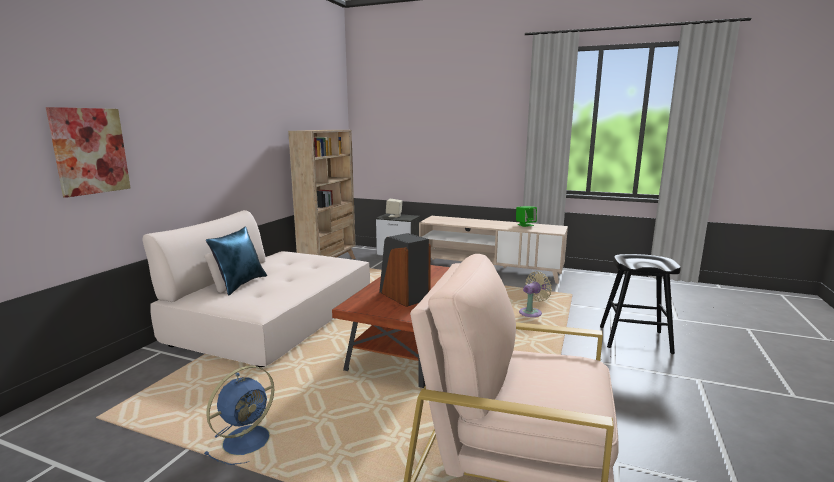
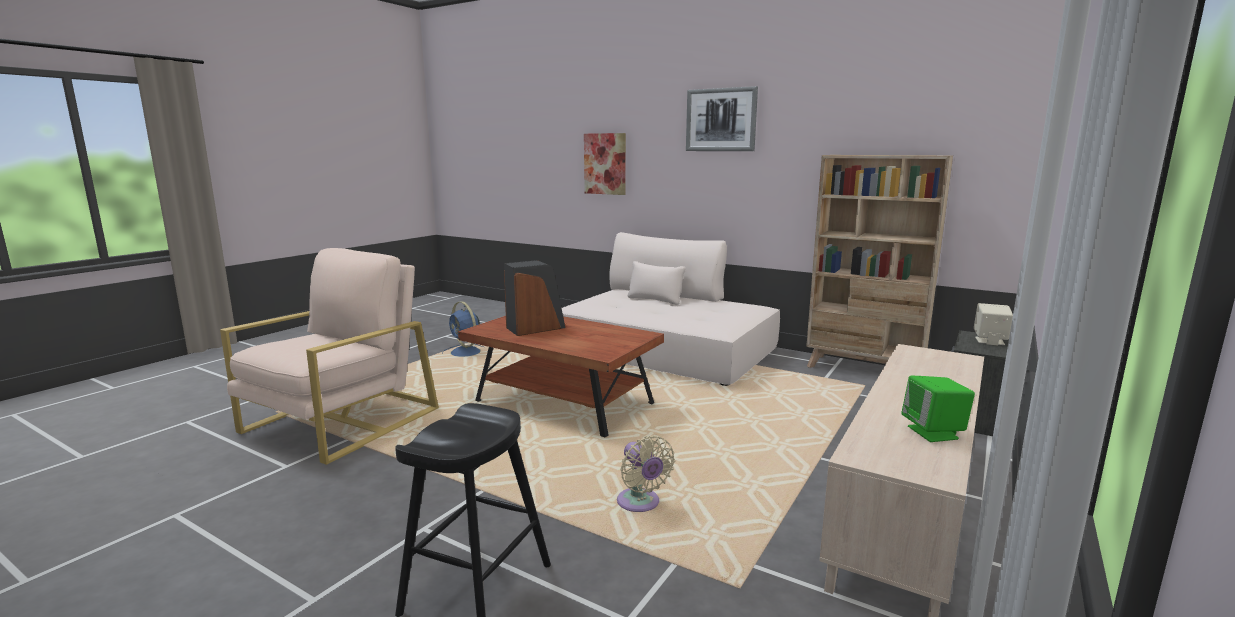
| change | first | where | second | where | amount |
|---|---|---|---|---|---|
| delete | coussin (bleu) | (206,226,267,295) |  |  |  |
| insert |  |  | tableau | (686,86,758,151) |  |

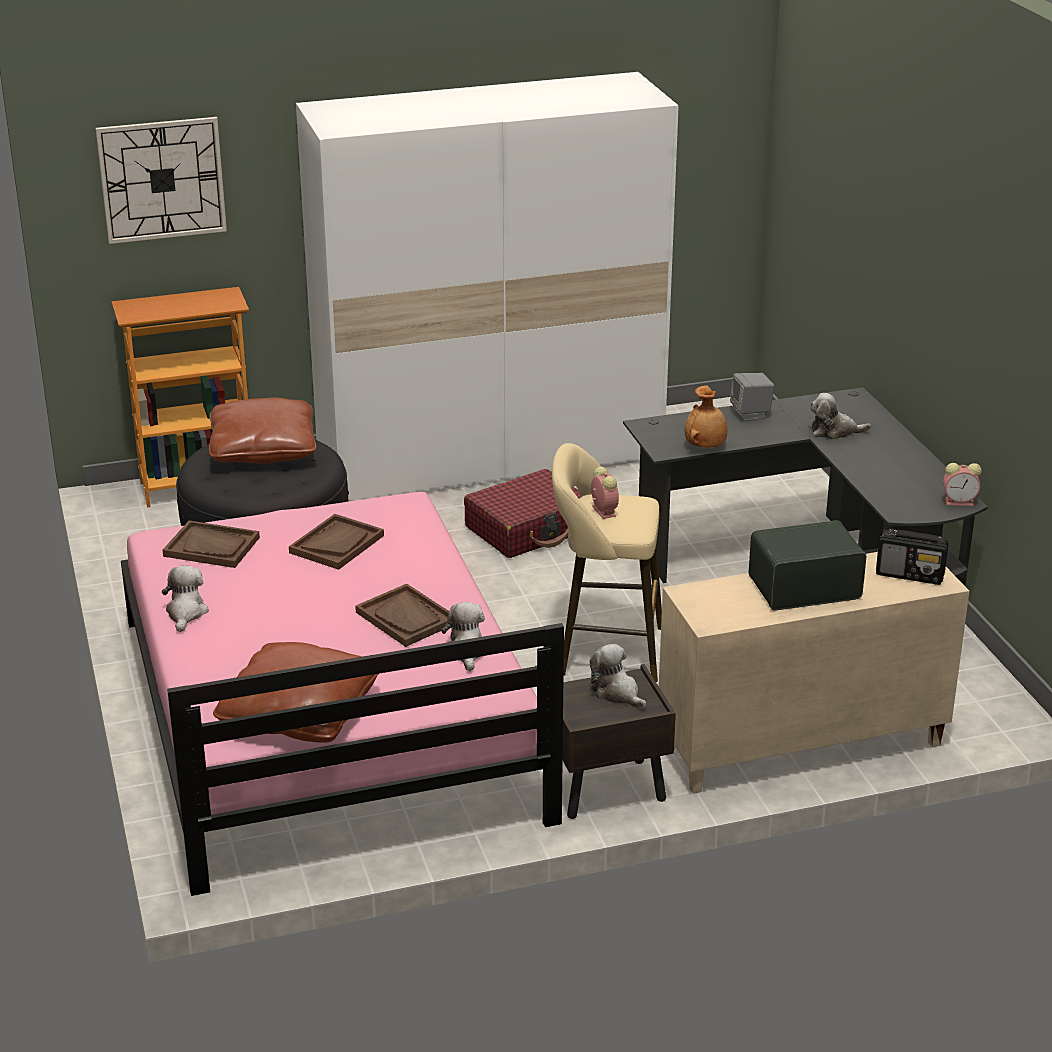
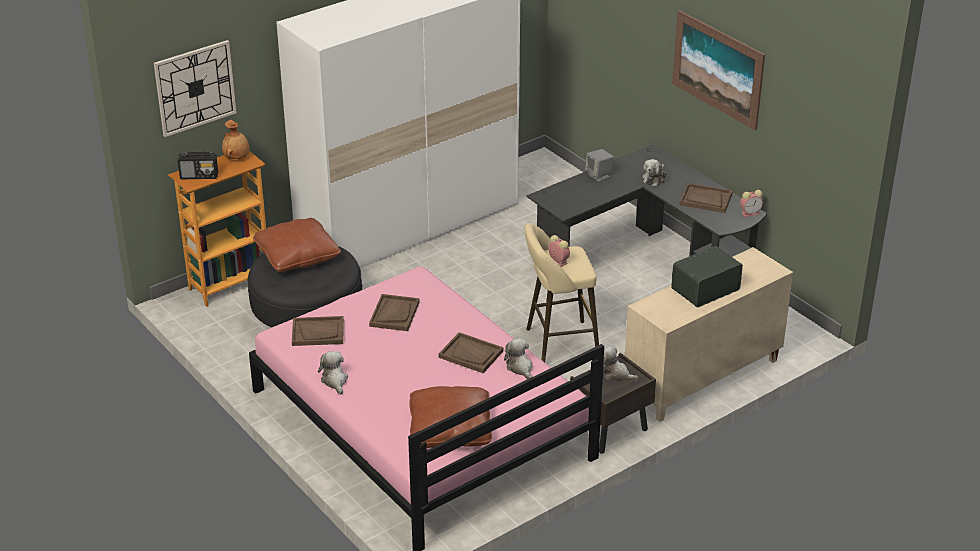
| change | first | where | second | where | amount |
|---|---|---|---|---|---|
| delete | valise (rouge) | (464,469,581,558) |  |  |  |
| move | vase (marron) | (685,385,727,448) |  | (222,120,250,159) |  |
| rotate | peluche | (810,393,871,440) |  | (642,159,666,187) | 45 degrees counterclockwise |
| move | radio | (876,529,949,585) |  | (178,152,218,179) |  |
| insert |  |  | tableau | (672,10,765,130) |  |
| insert |  |  | plateau (marron) | (679,183,733,213) |  |

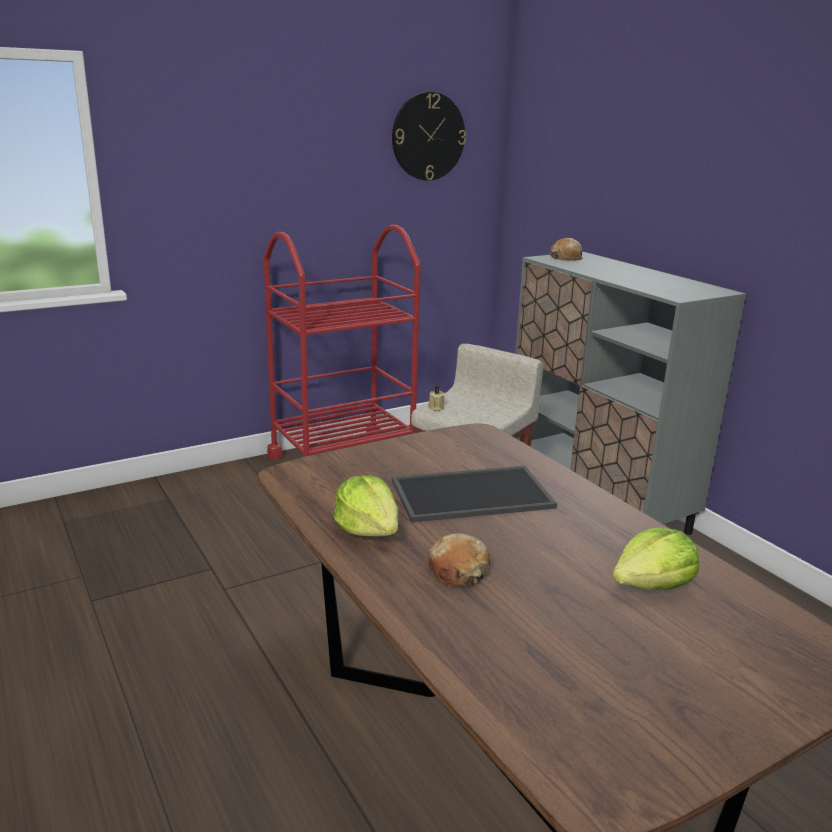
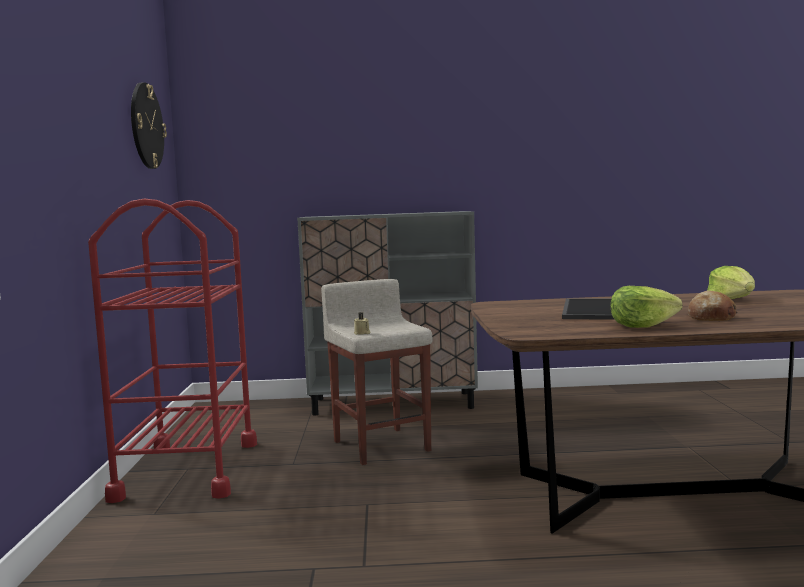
| change | first | where | second | where | amount |
|---|---|---|---|---|---|
| delete | pain | (550,238,583,261) |  |  |  |

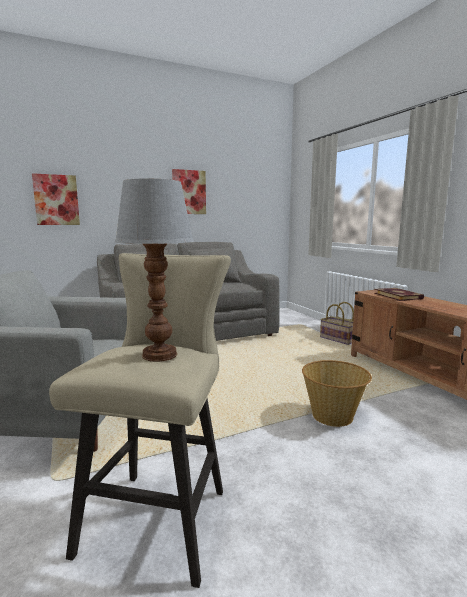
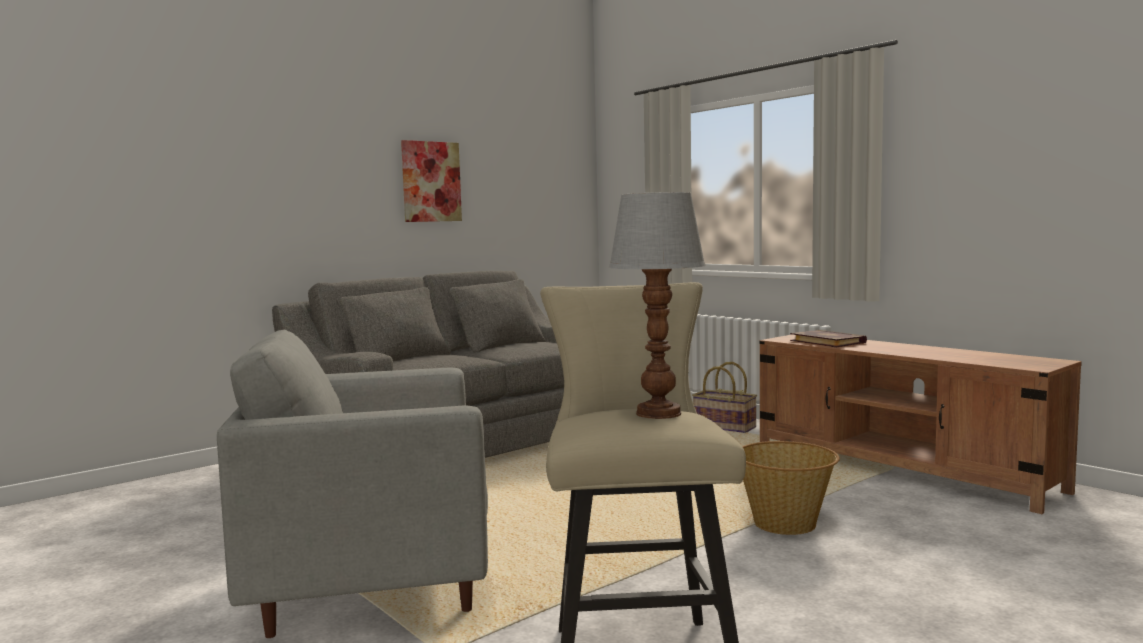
| change | first | where | second | where | amount |
|---|---|---|---|---|---|
| delete | tableau | (32,173,80,225) |  |  |  |

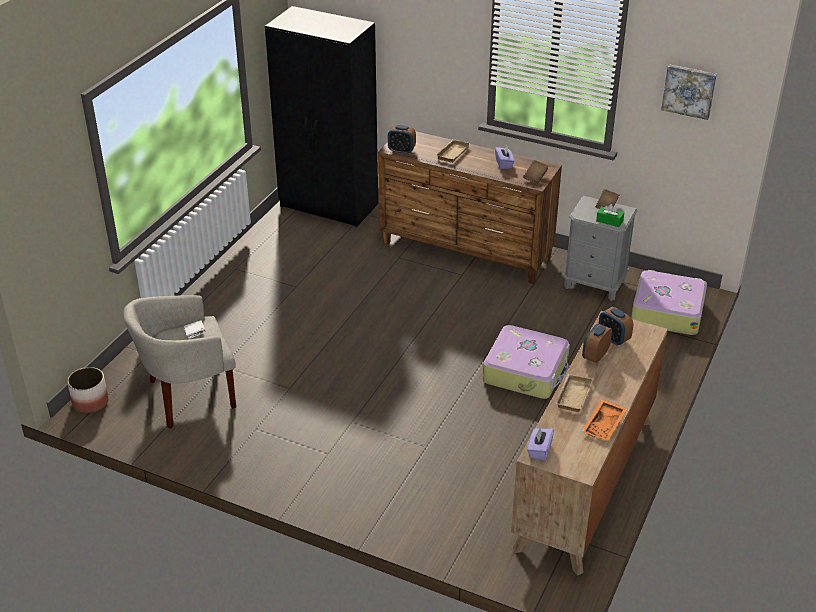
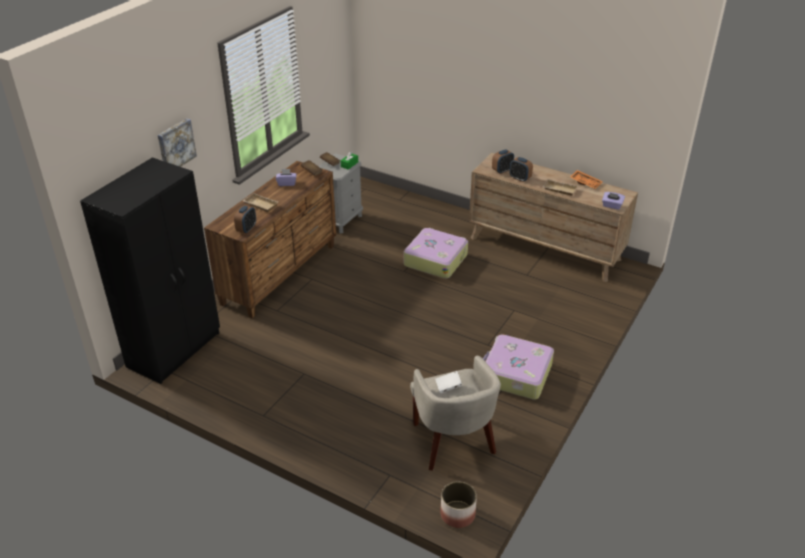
| change | first | where | second | where | amount |
|---|---|---|---|---|---|
| move | valise | (631,270,707,335) |  | (483,335,554,400) |  |
| move | tableau | (661,64,717,120) |  | (158,119,197,167) |  |

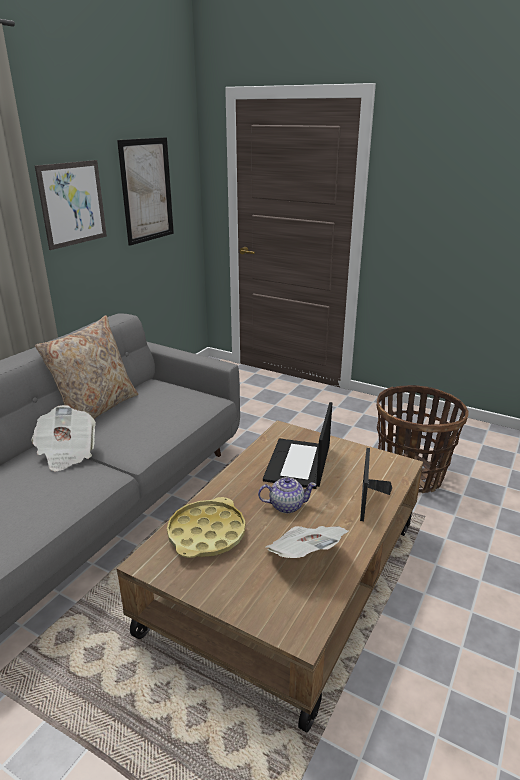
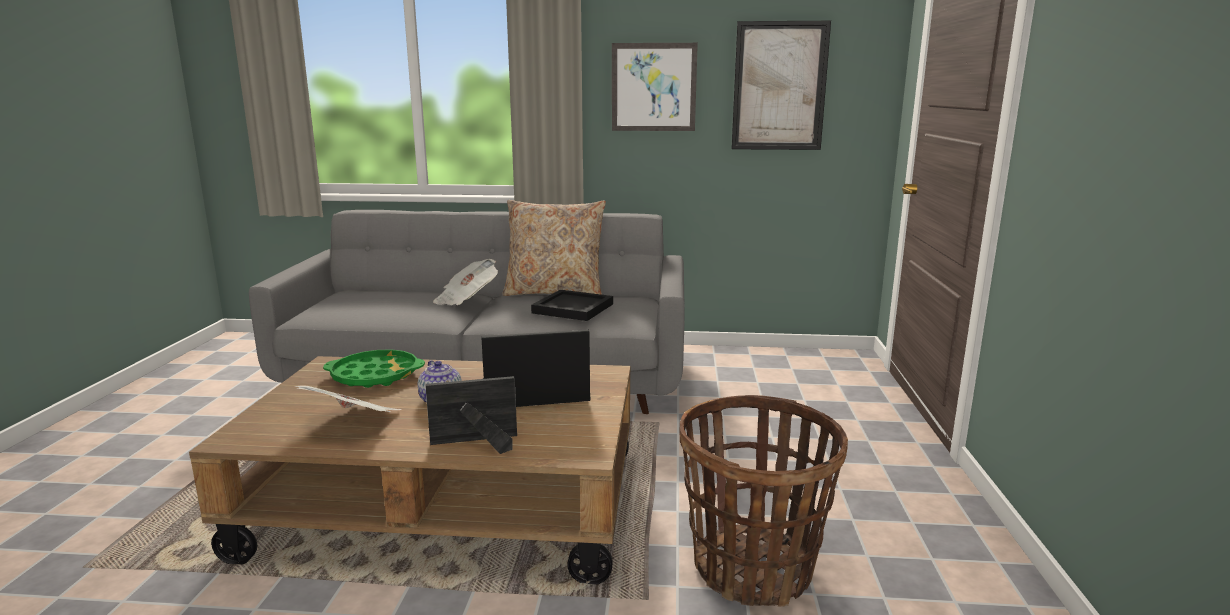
| change | first | where | second | where | amount |
|---|---|---|---|---|---|
| recolor | plateau (jaune) | (167,497,245,558) | plateau (vert) | (323,350,425,388) |  |
| insert |  |  | plateau (noir) | (531,290,613,321) |  |

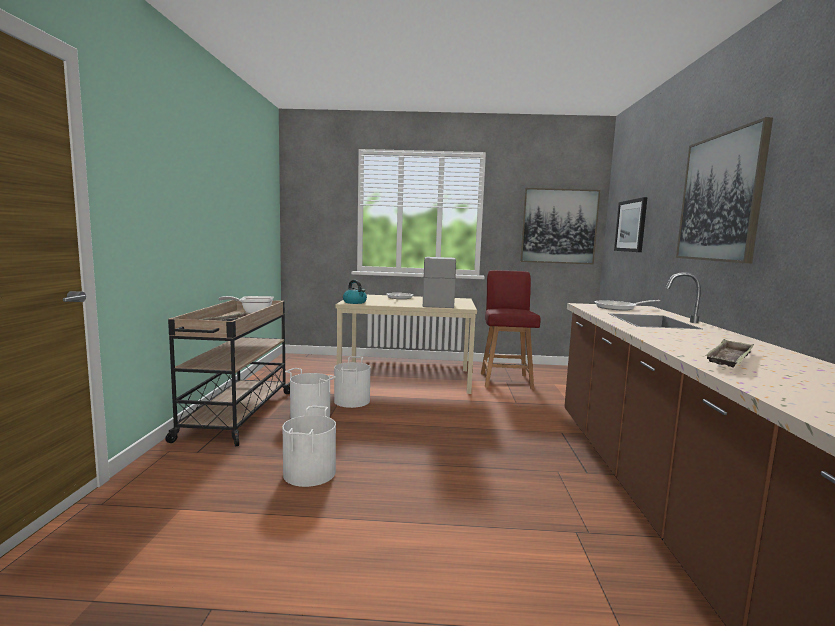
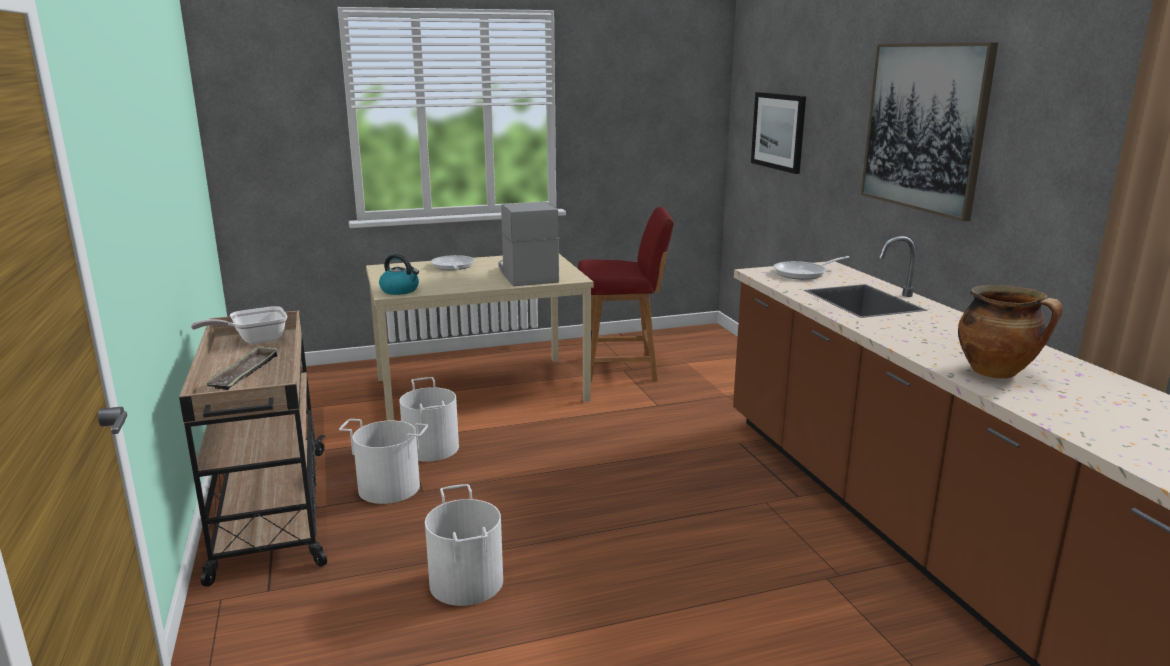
| change | first | where | second | where | amount |
|---|---|---|---|---|---|
| rotate | chaise (rouge) | (481,270,541,390) |  | (578,207,674,382) | 105 degrees clockwise |
| delete | tableau | (520,188,601,264) |  |  |  |
| replace | plateau | (705,339,754,368) | marmite | (958,285,1063,379) |  |

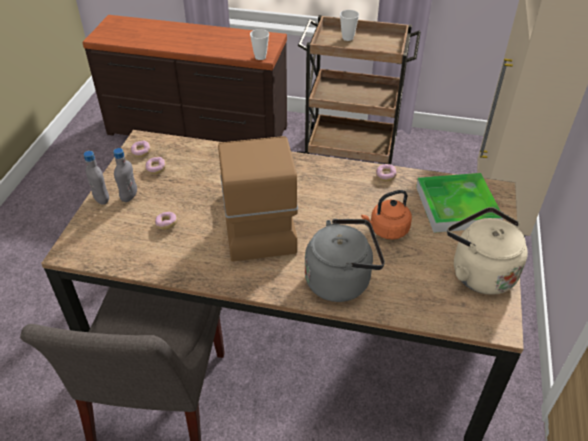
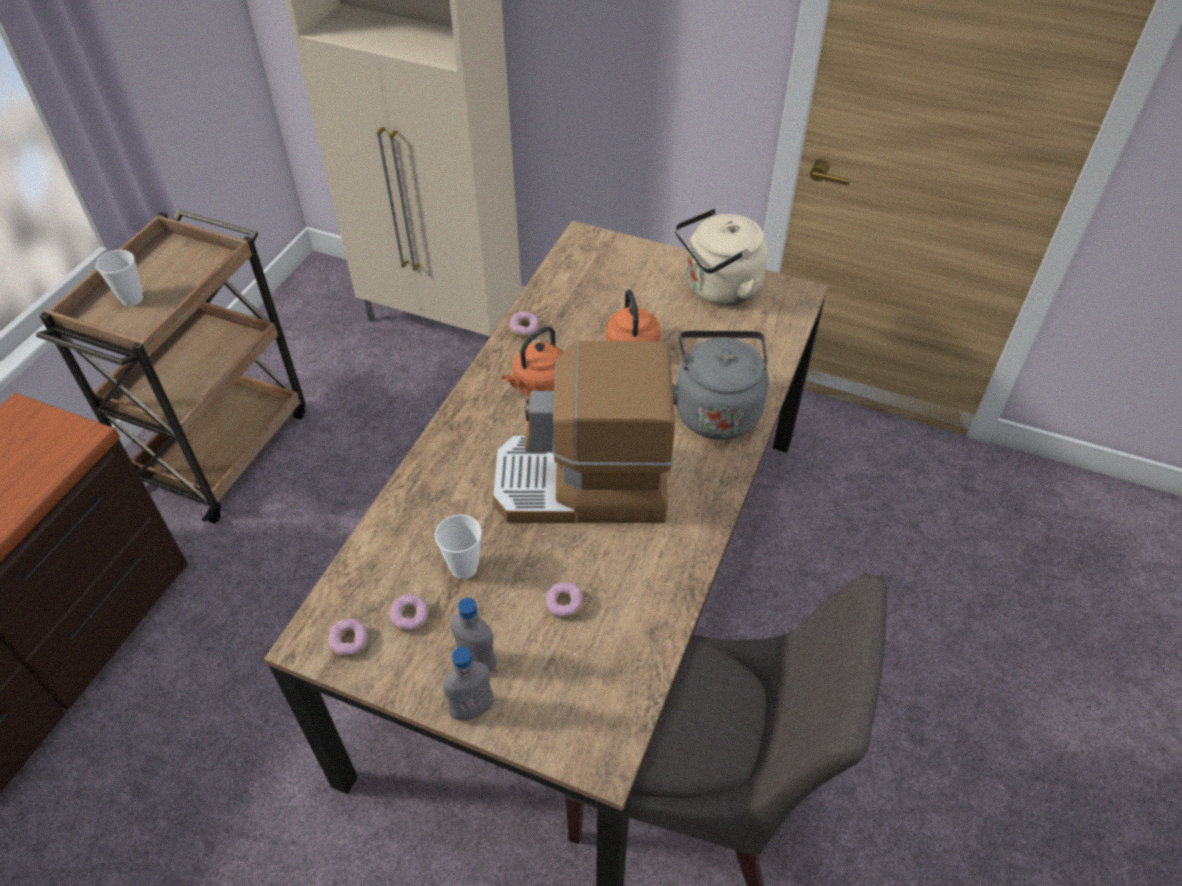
| change | first | where | second | where | amount |
|---|---|---|---|---|---|
| move | tasse | (250,29,269,60) |  | (435,514,482,579) |  |
| delete | plateau | (416,173,503,233) |  |  |  |
| insert |  |  | bouilloire (orange) | (502,326,564,396) |  |

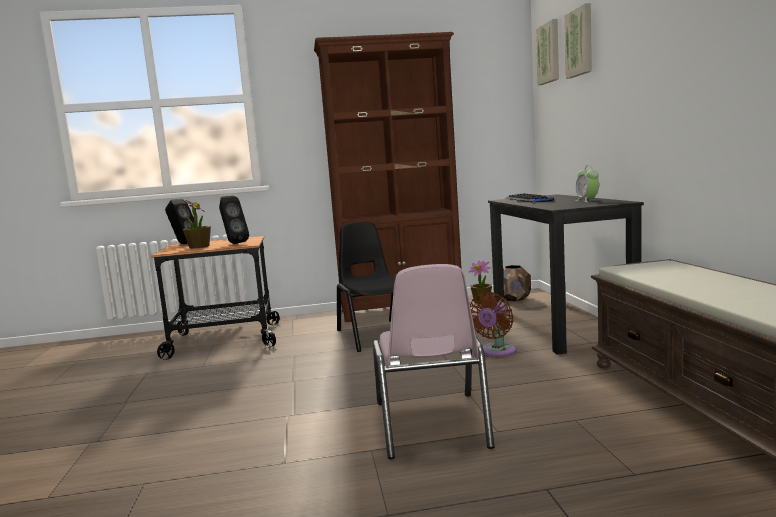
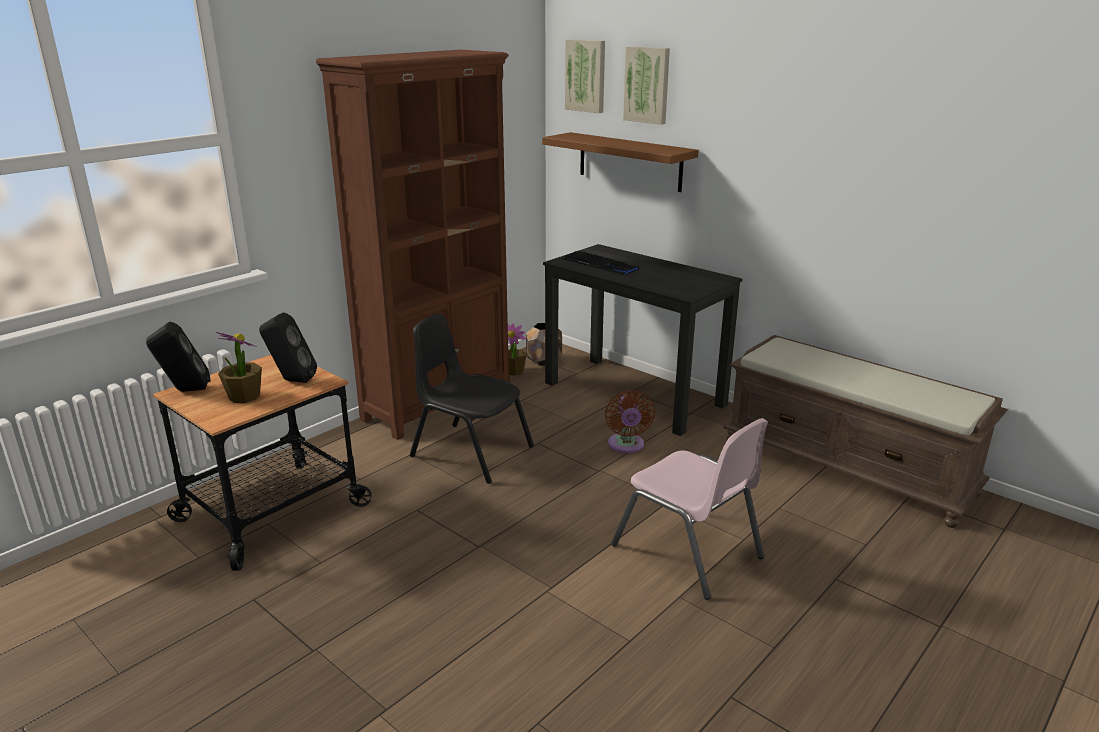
| change | first | where | second | where | amount |
|---|---|---|---|---|---|
| delete | réveil | (576,165,599,202) |  |  |  |
| insert |  |  | étagère (marron) | (542,132,699,192) |  |

